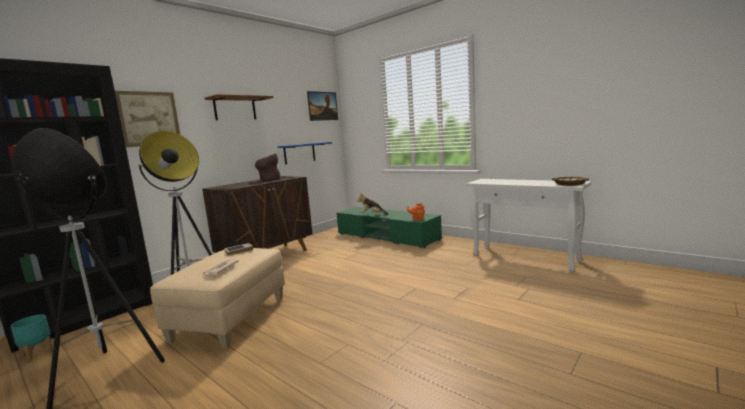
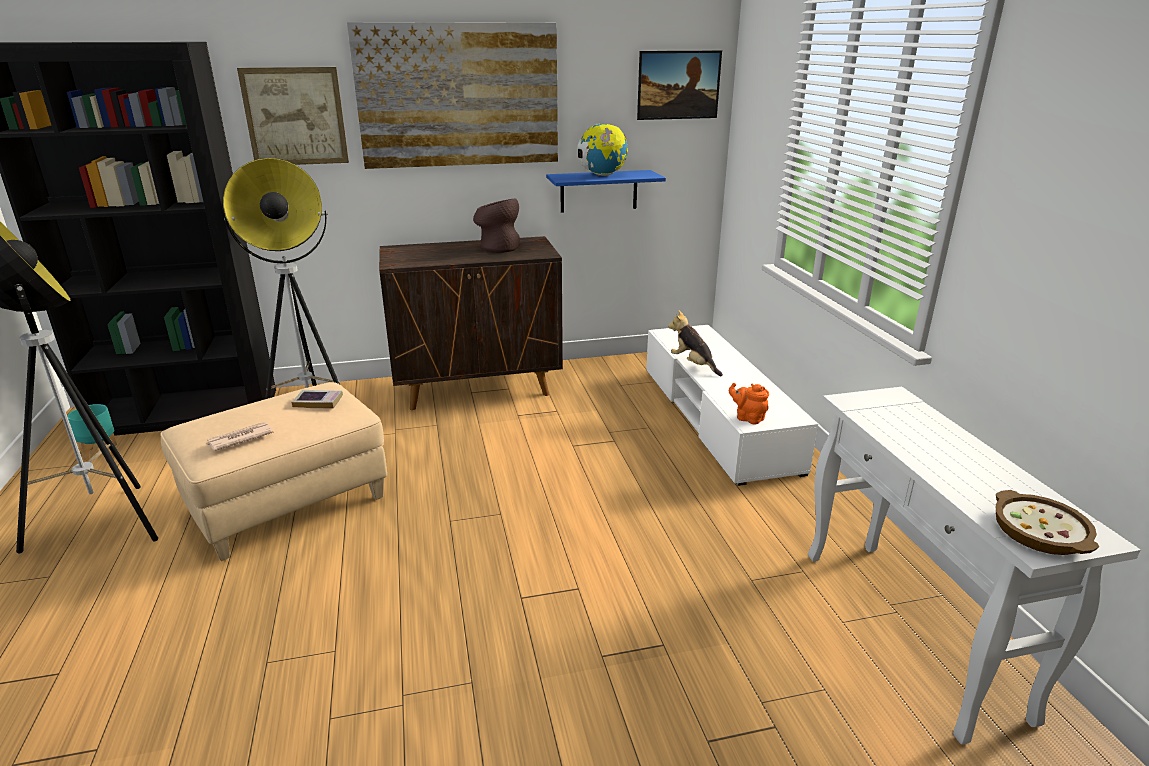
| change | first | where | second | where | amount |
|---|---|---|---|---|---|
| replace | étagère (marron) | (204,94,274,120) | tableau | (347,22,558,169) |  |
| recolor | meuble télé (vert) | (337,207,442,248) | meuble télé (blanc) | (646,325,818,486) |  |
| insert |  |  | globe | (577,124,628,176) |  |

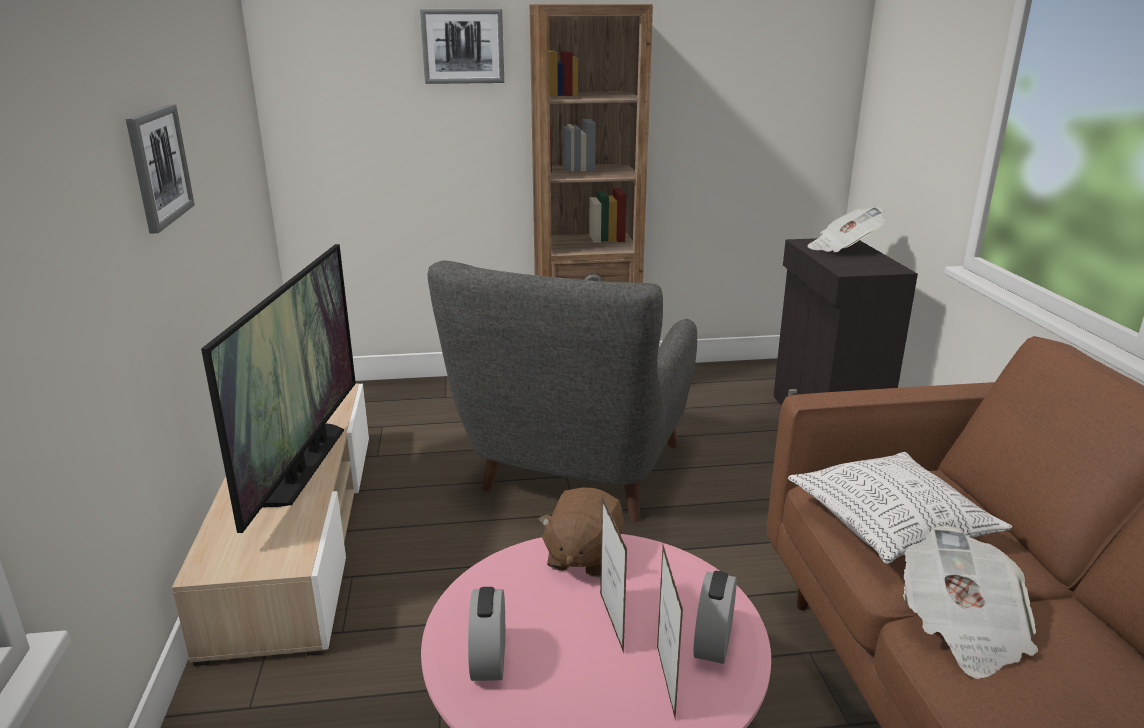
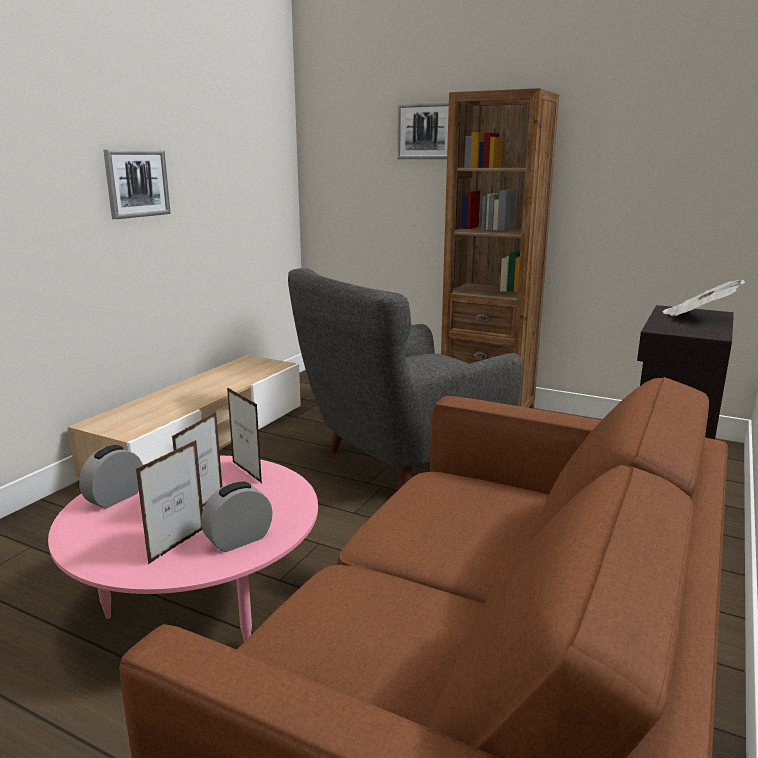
| change | first | where | second | where | amount |
|---|---|---|---|---|---|
| delete | téléviseur | (201,244,356,533) |  |  |  |
| replace | peluche (marron) | (538,488,624,578) | cadre photo | (227,387,262,483) |  |
| delete | coussin | (788,452,1013,564) |  |  |  |
| delete | journal | (903,526,1038,679) |  |  |  |

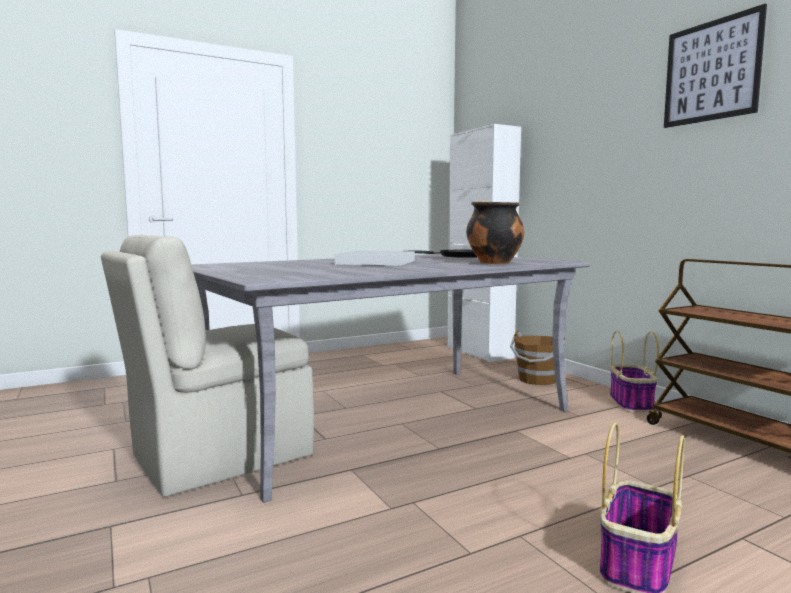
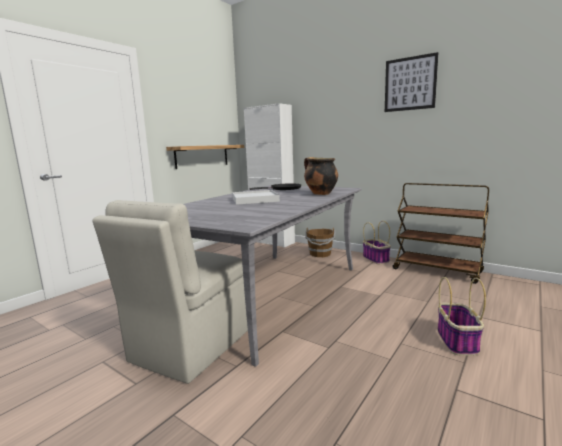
| change | first | where | second | where | amount |
|---|---|---|---|---|---|
| insert |  |  | étagère | (166,145,244,169) |  |

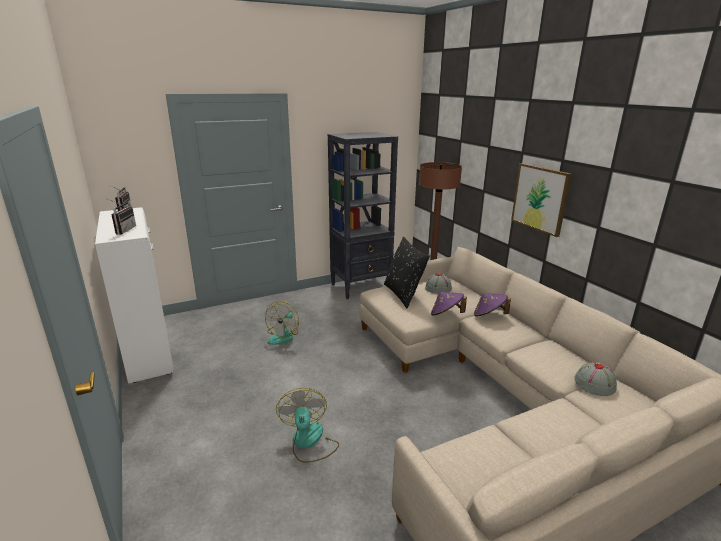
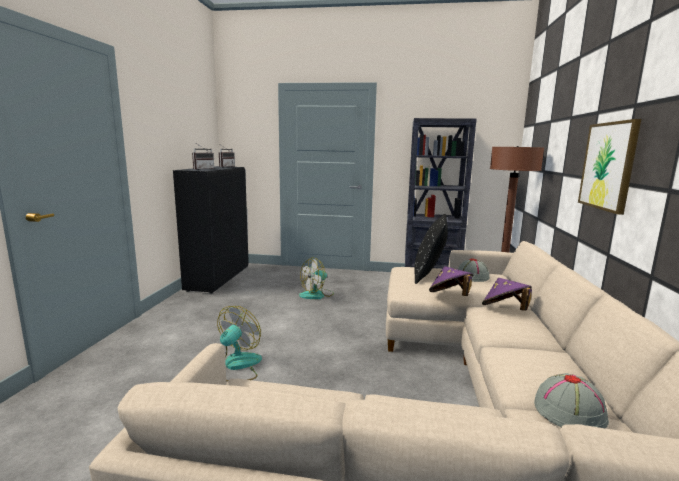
| change | first | where | second | where | amount |
|---|---|---|---|---|---|
| recolor | meuble de rangement (blanc) | (95,207,173,384) | meuble de rangement (noir) | (173,166,249,294) |  |

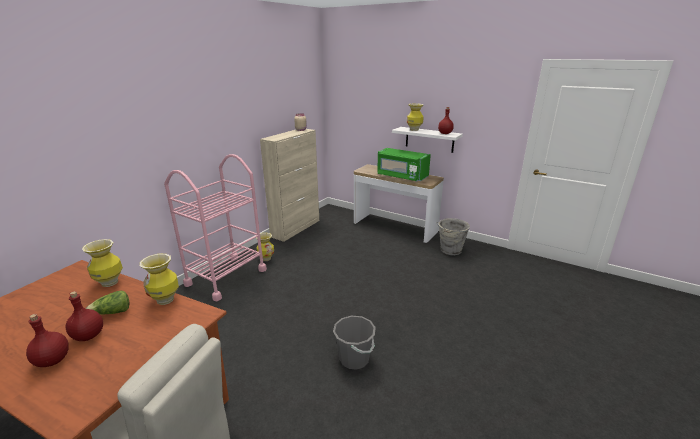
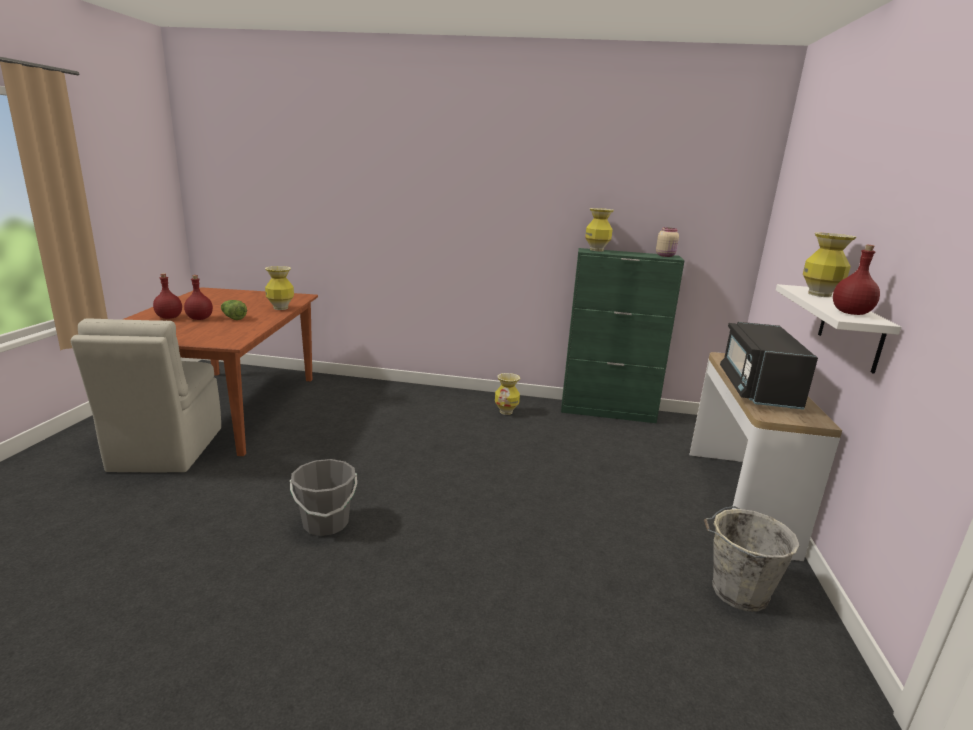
| change | first | where | second | where | amount |
|---|---|---|---|---|---|
| move | vase | (140,254,179,305) |  | (585,208,614,251) |  |
| delete | chariot (rose) | (164,154,267,301) |  |  |  |
| recolor | meuble de rangement (beige) | (260,129,319,242) | meuble de rangement (vert) | (561,248,685,423) |  |
| recolor | micro-ondes (vert) | (377,148,431,182) | micro-ondes (noir) | (720,322,818,410) |  |

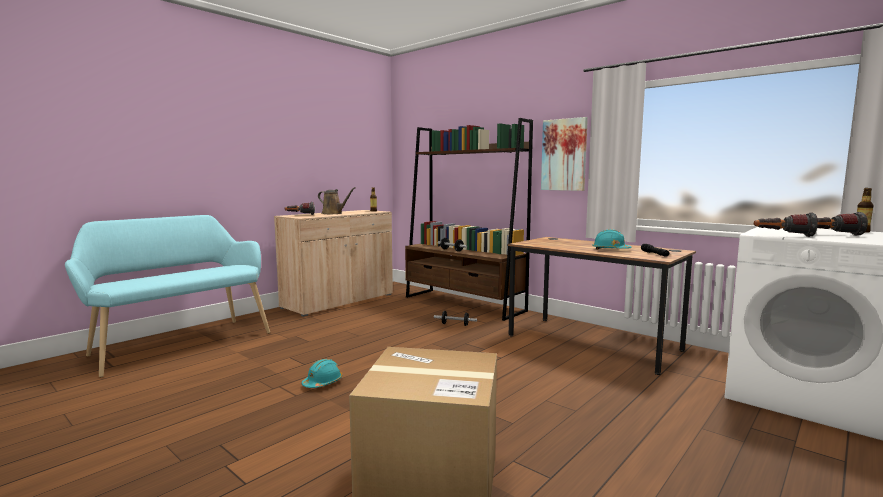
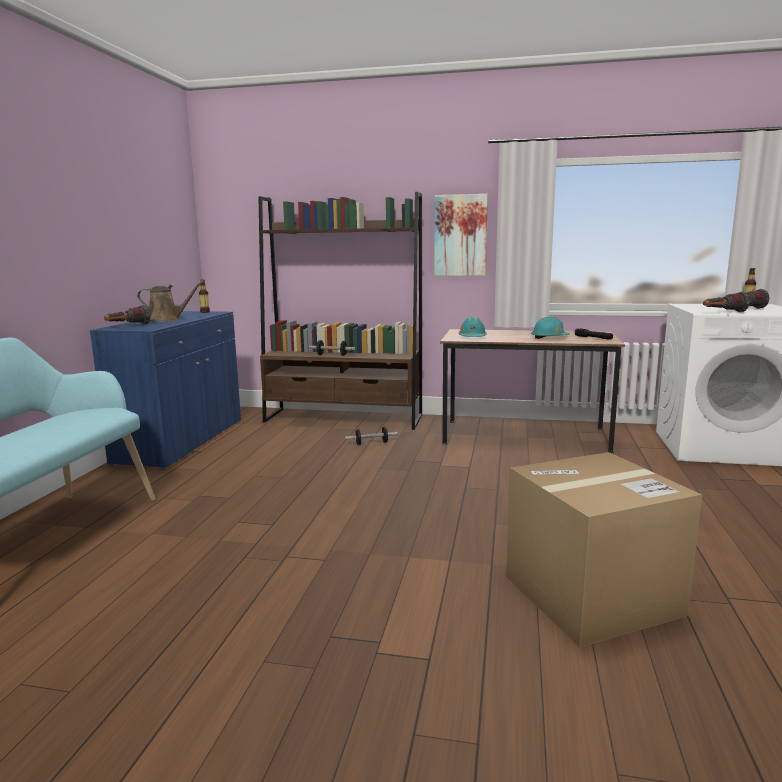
| change | first | where | second | where | amount |
|---|---|---|---|---|---|
| recolor | meuble de rangement (beige) | (274,210,393,317) | meuble de rangement (bleu) | (90,311,241,470) |  |
| move | casque de chantier (turquoise) | (302,359,342,388) |  | (459,317,487,337) |  |

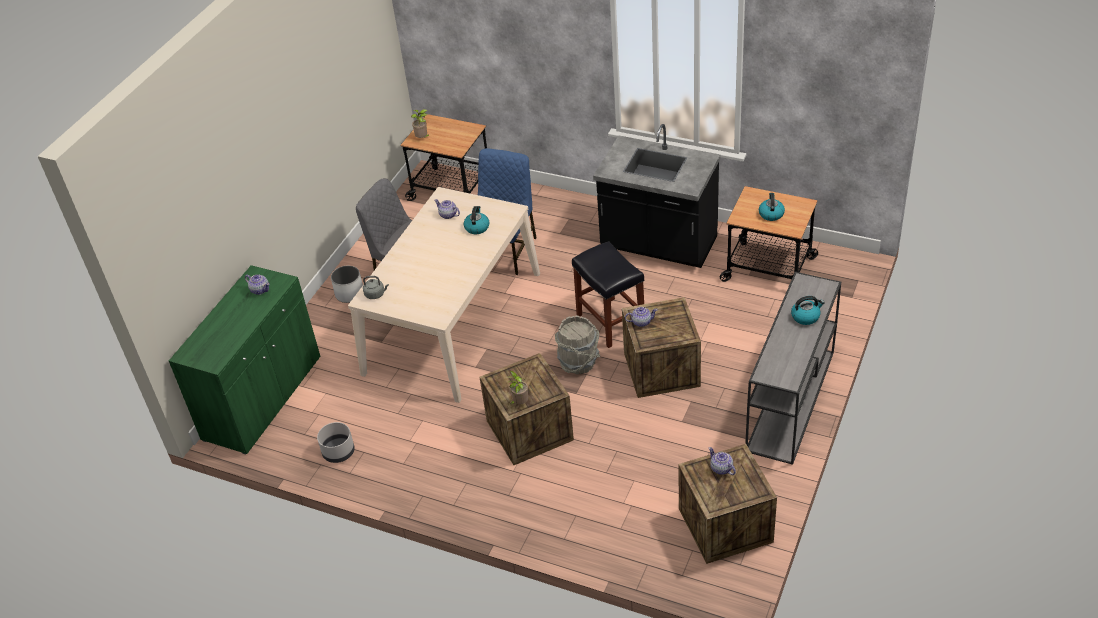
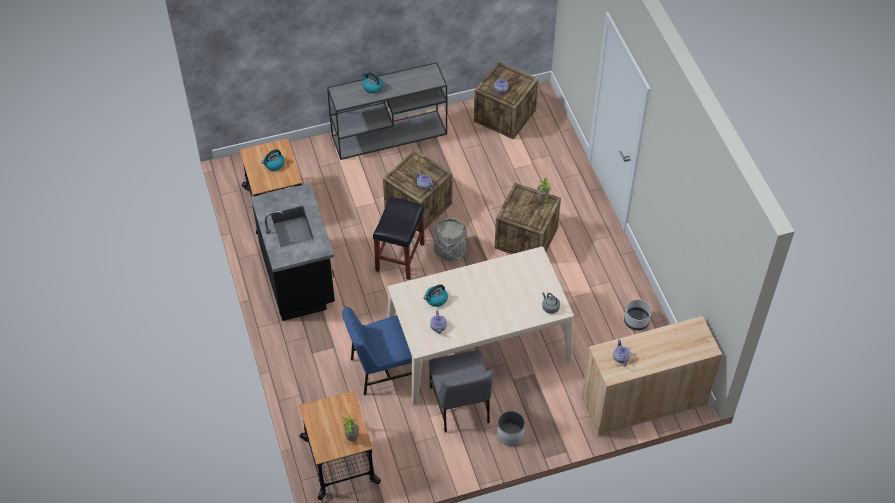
| change | first | where | second | where | amount |
|---|---|---|---|---|---|
| recolor | meuble de rangement (vert) | (169,265,321,455) | meuble de rangement (beige) | (581,316,722,436) |  |

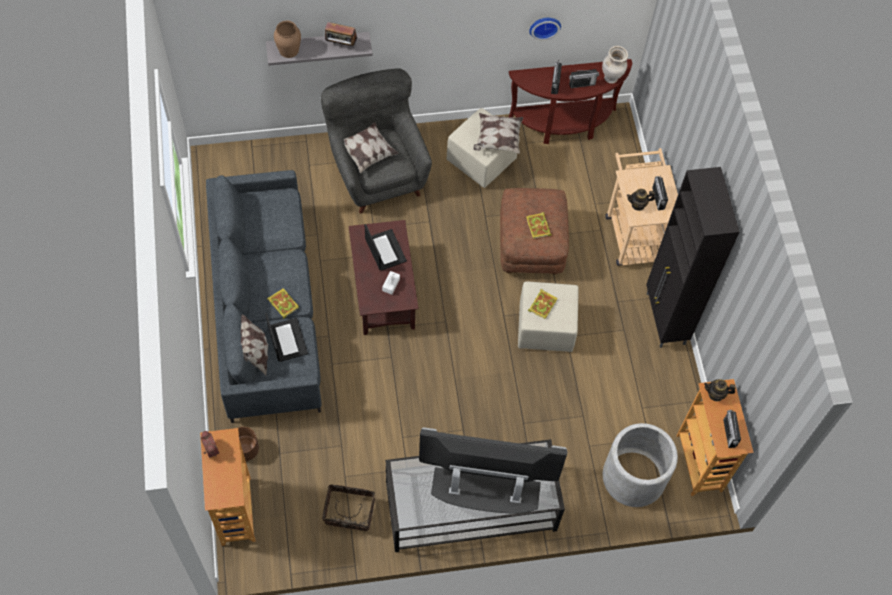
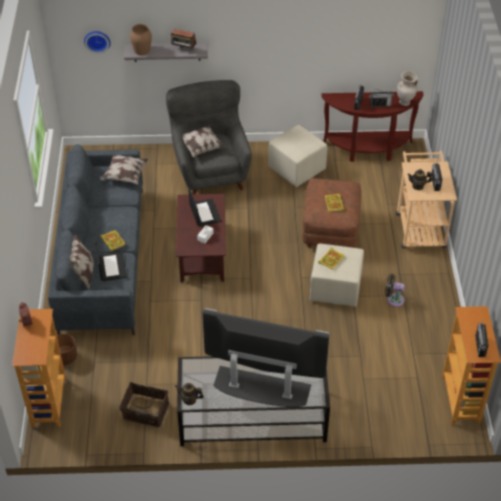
| change | first | where | second | where | amount |
|---|---|---|---|---|---|
| move | coussin | (473,113,523,154) |  | (100,155,149,184) |  |
| move | horloge murale | (529,18,561,40) |  | (84,31,111,53) |  |
| delete | cache-pot (gris) | (603,423,678,507) |  |  |  |
| delete | meuble de rangement (noir) | (646,167,739,348) |  |  |  |
| move | théière | (704,379,736,401) |  | (175,383,204,405) |  |
| insert |  |  | ventilateur (noir) | (385,274,405,307) |  |

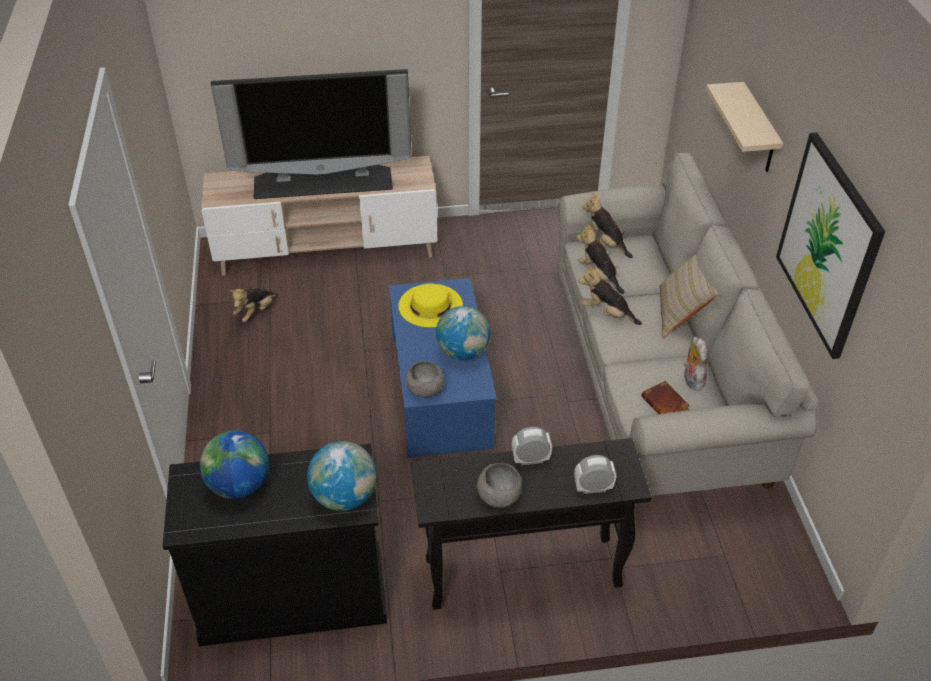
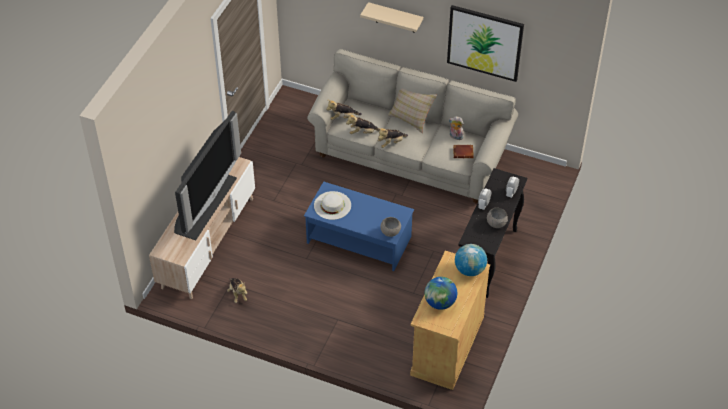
| change | first | where | second | where | amount |
|---|---|---|---|---|---|
| recolor | meuble de rangement (noir) | (163,444,387,646) | meuble de rangement (beige) | (410,251,490,390) |  |
| recolor | chapeau (jaune) | (398,283,463,327) | chapeau (blanc) | (314,191,351,220) |  |
| delete | globe | (436,306,490,360) |  |  |  |

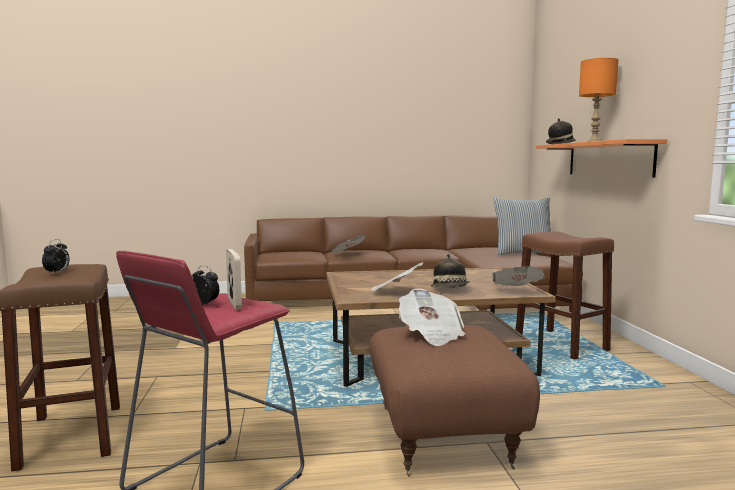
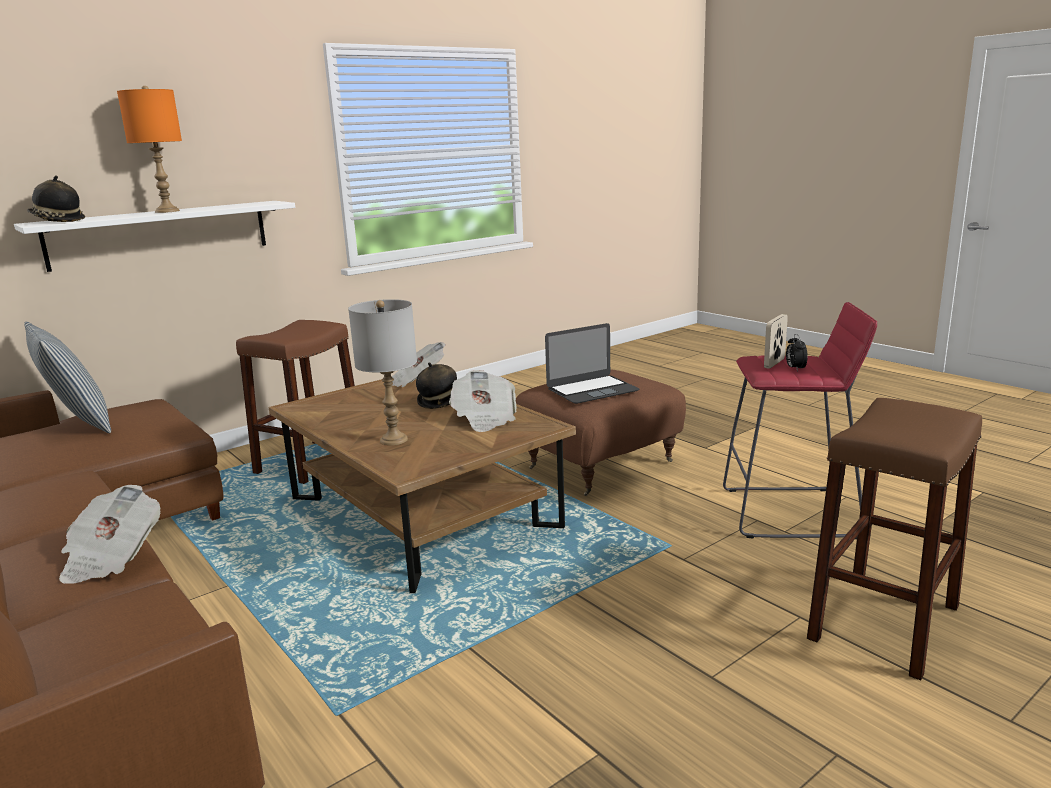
| change | first | where | second | where | amount |
|---|---|---|---|---|---|
| delete | réveil | (42,239,69,274) |  |  |  |
| replace | journal | (399,289,465,346) | ordinateur portable | (545,323,639,404) |  |
| recolor | étagère (orange) | (536,139,667,177) | étagère (blanc) | (14,201,295,272) |  |
| insert |  |  | lampe de table (gris) | (348,299,417,445) |  |

